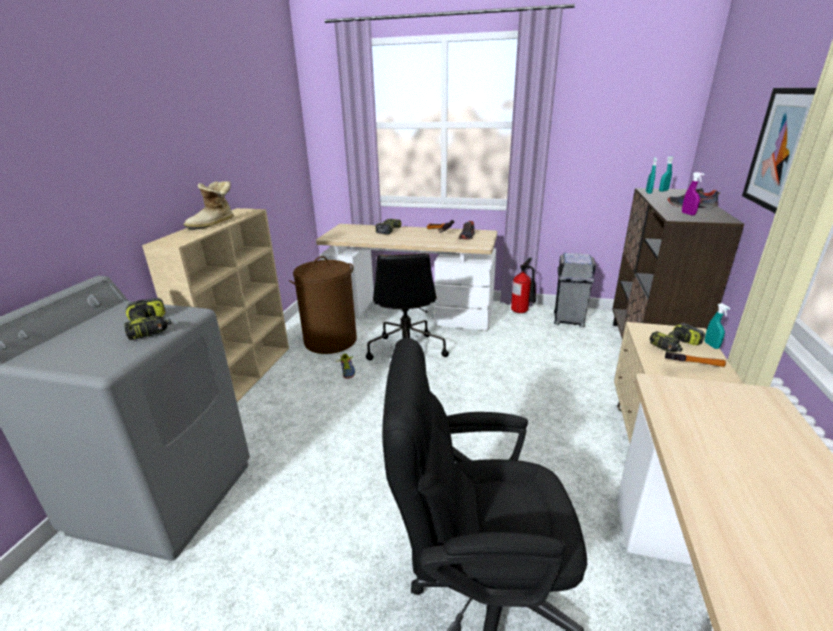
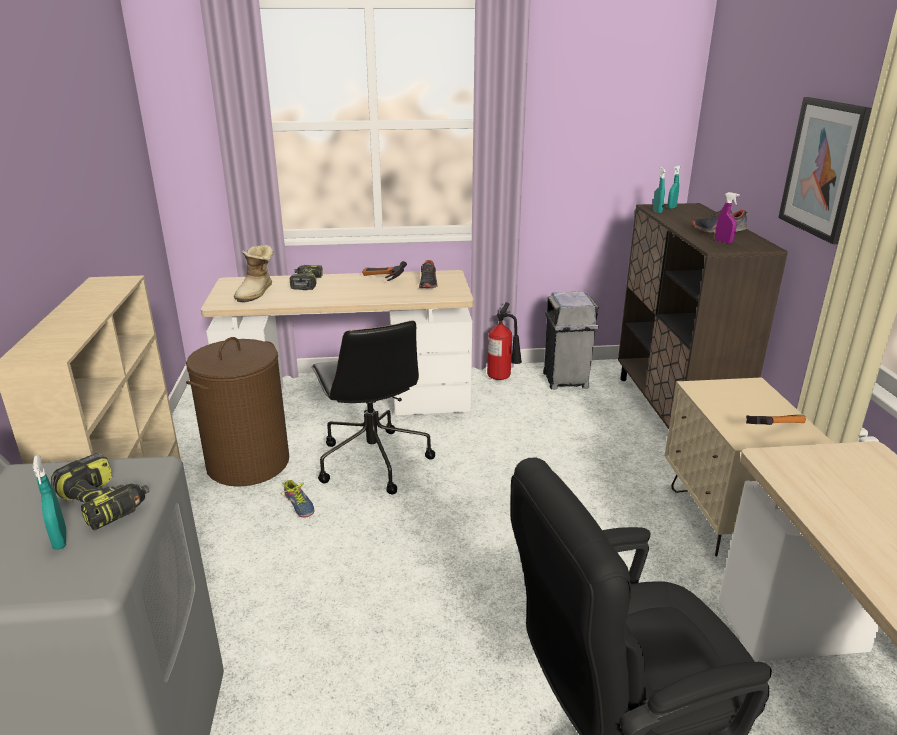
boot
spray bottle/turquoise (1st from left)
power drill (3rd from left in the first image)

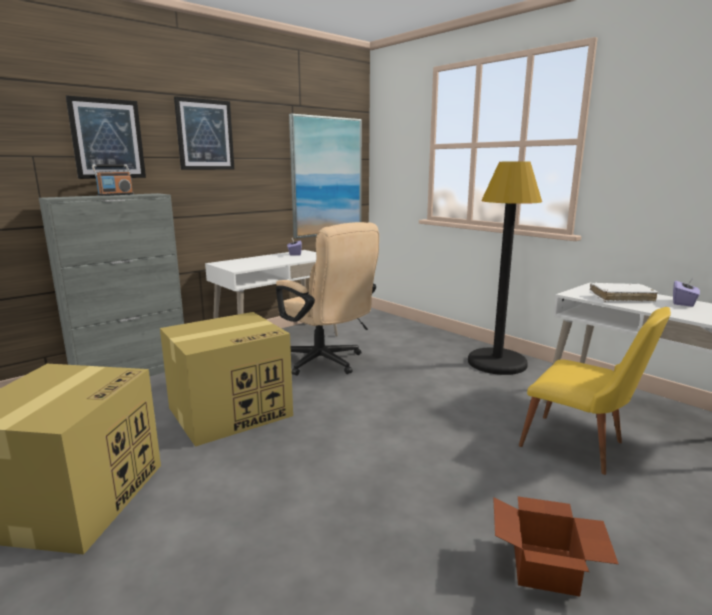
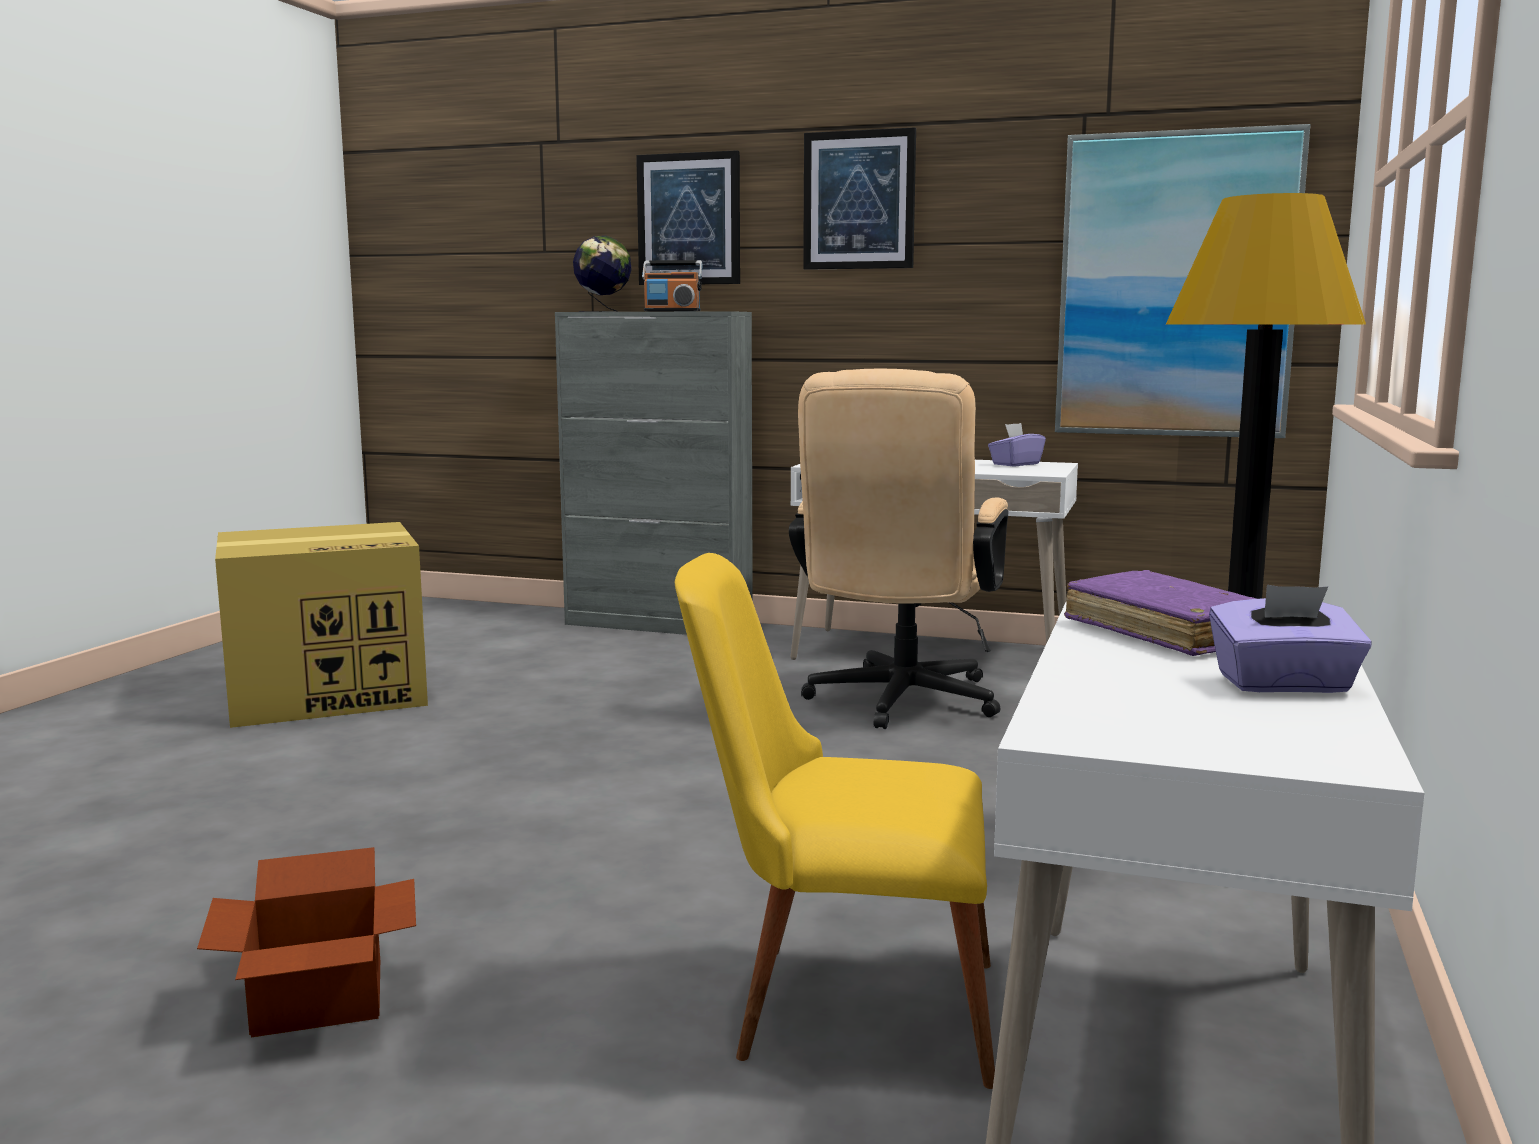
book/purple
chair/yellow
cardboard box (2nd from left in the first image)
globe

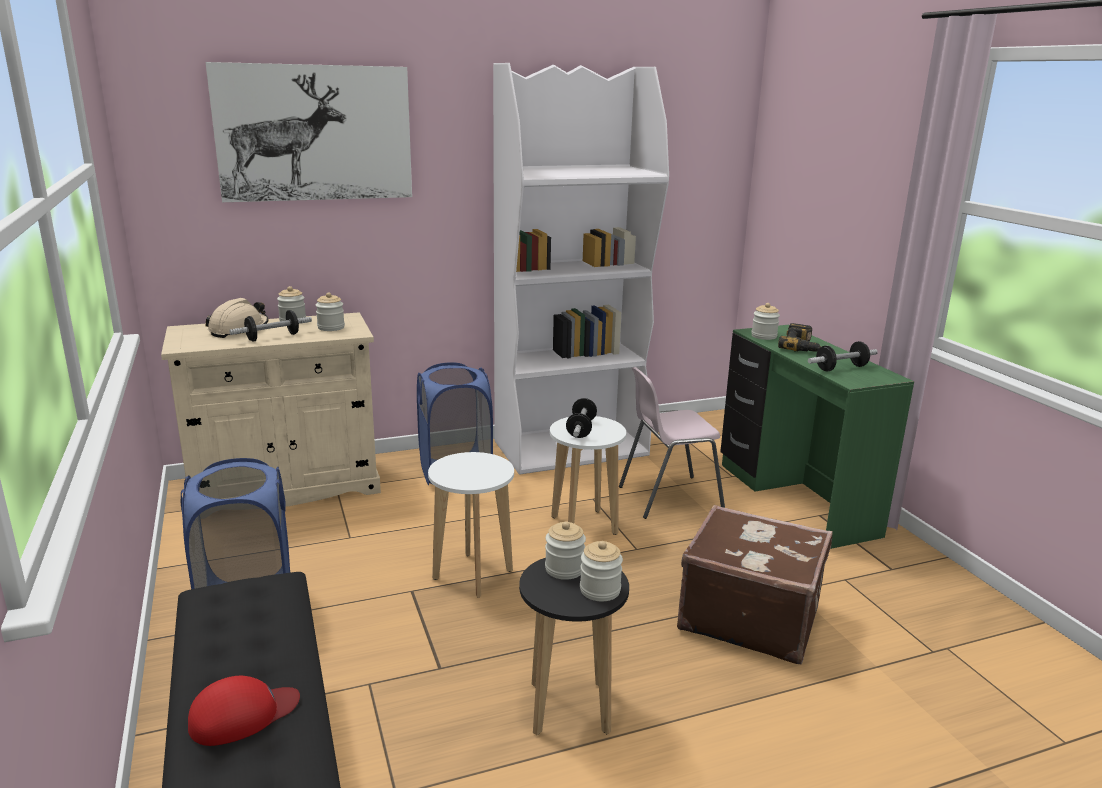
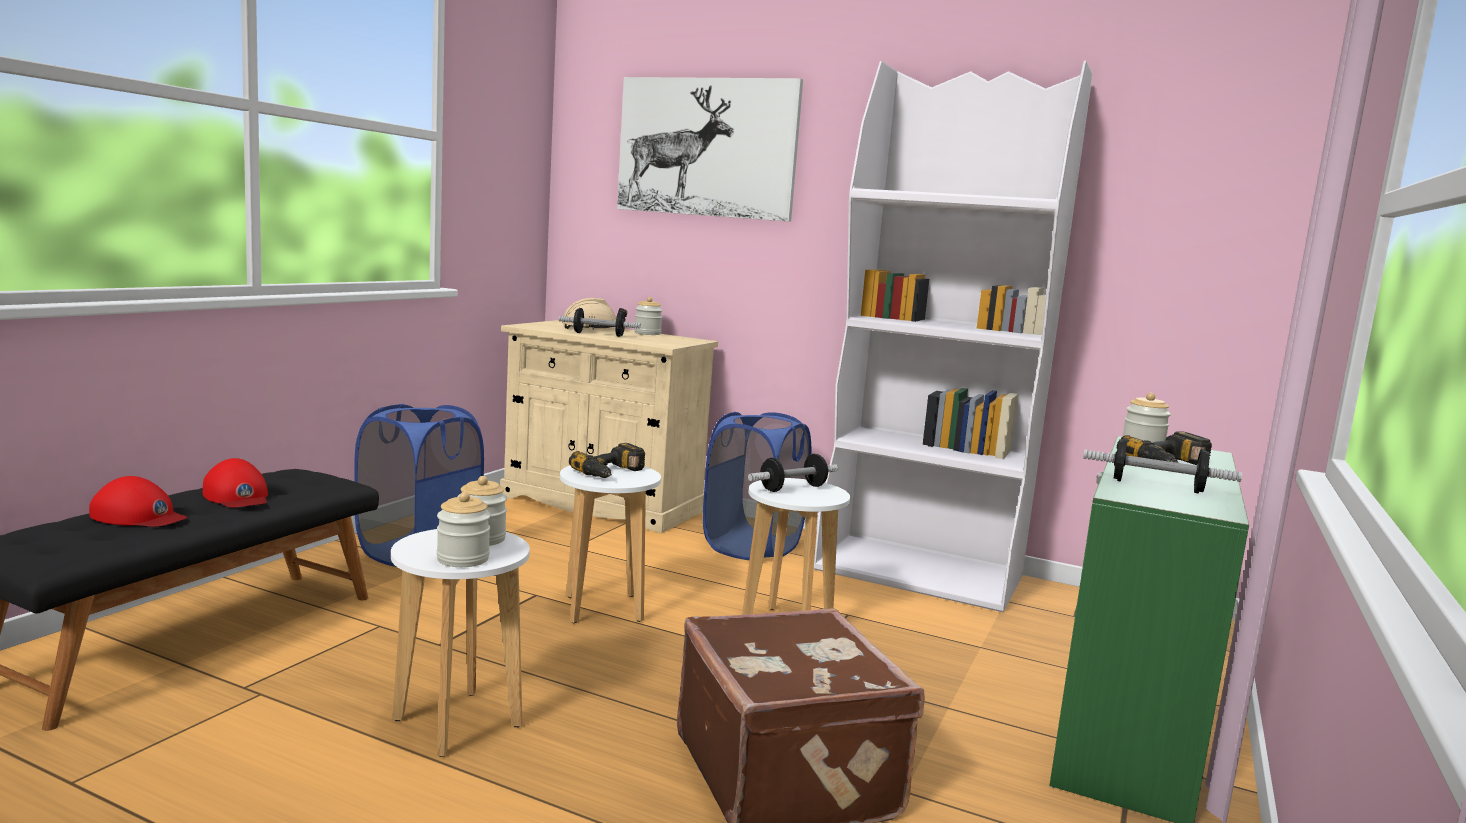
jar (2nd from left in the first image)
chair/pink
stool/white (1st from left)
power drill (1st from left)
cap/red (2nd from left)

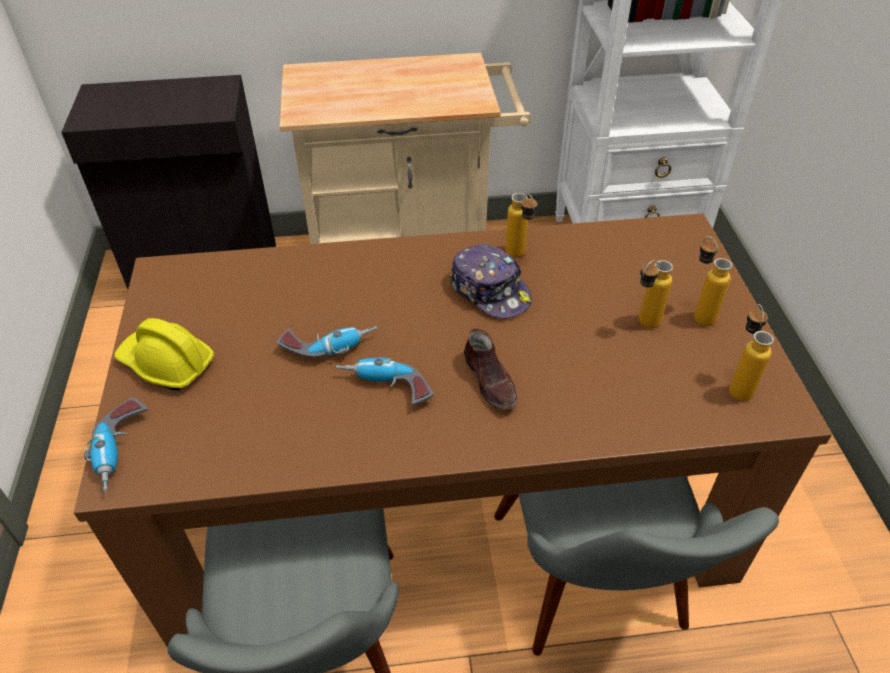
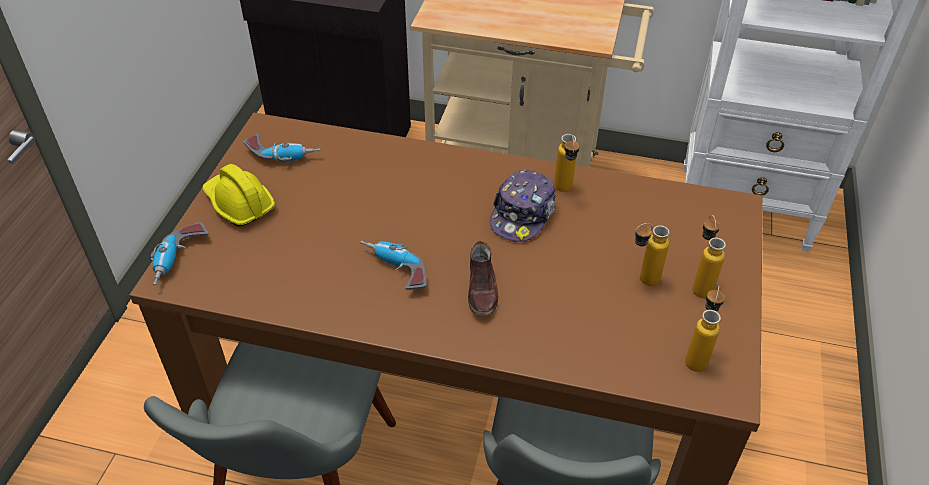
cap
power drill (2nd from left)

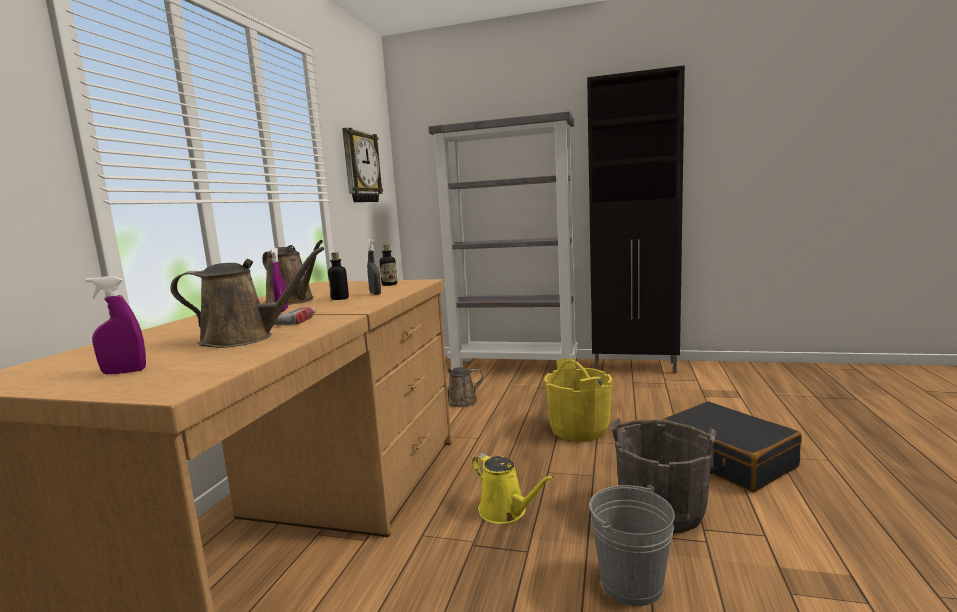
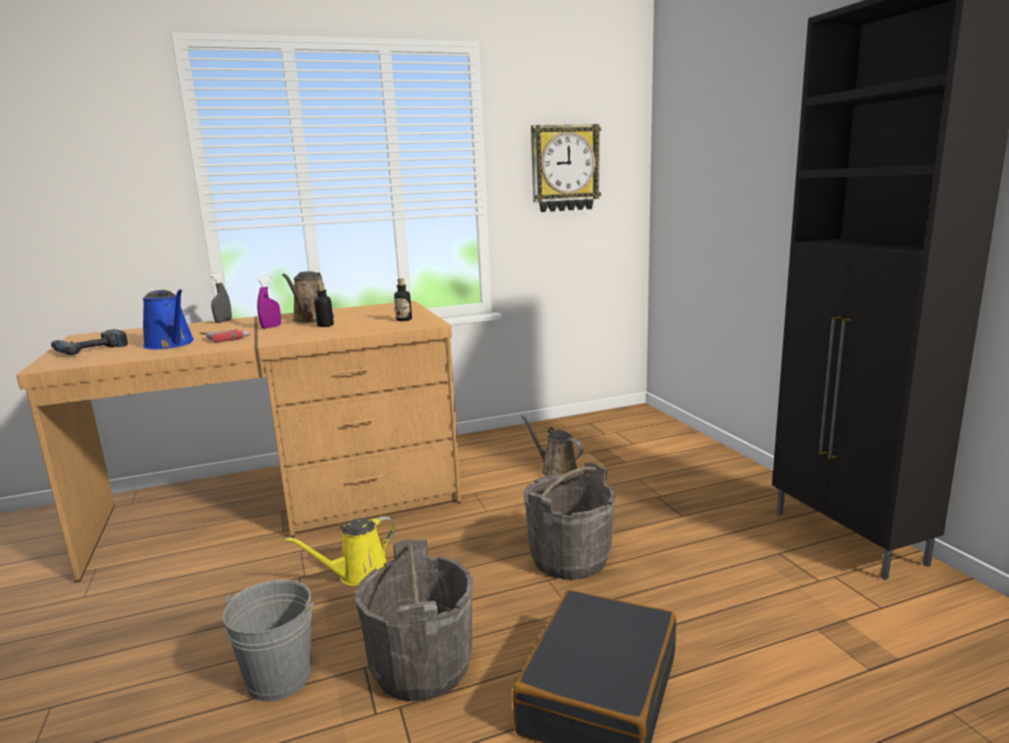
bookcase/grey
spray bottle/grey
watering can/blue
power drill (1st from left)
bucket/grey (3rd from left)
watering can/yellow

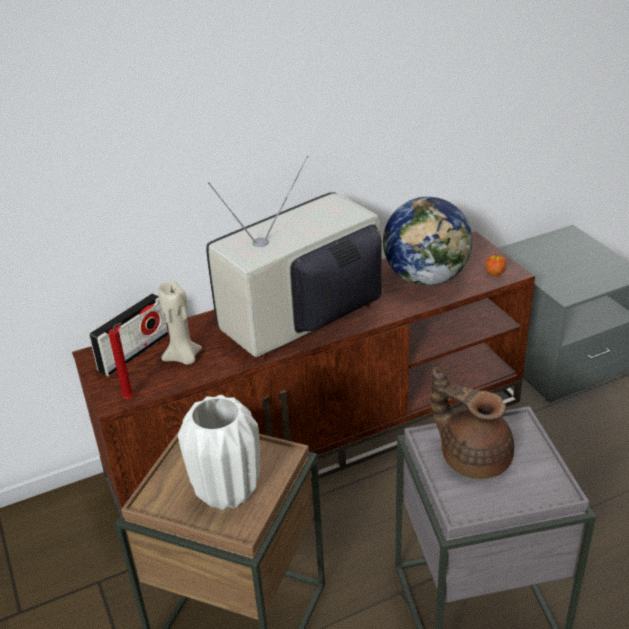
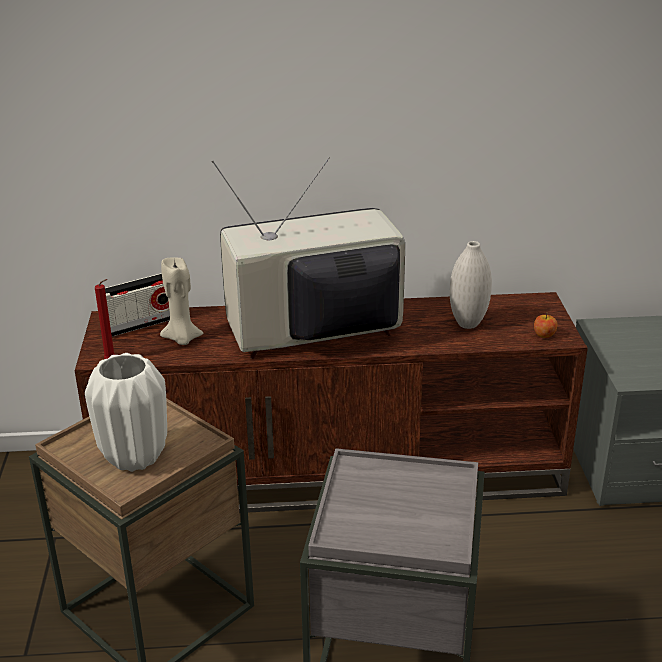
vase/white (2nd from left)
teapot/brown

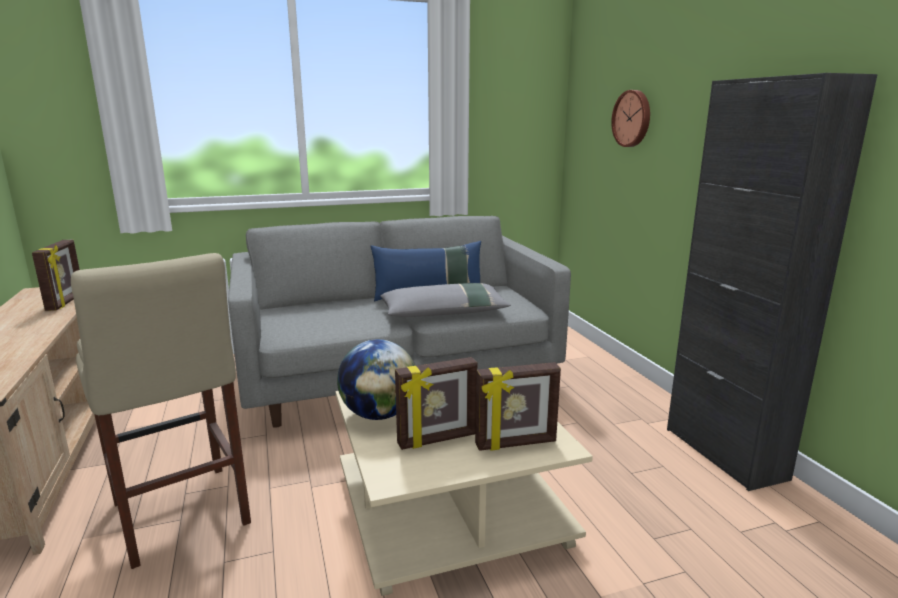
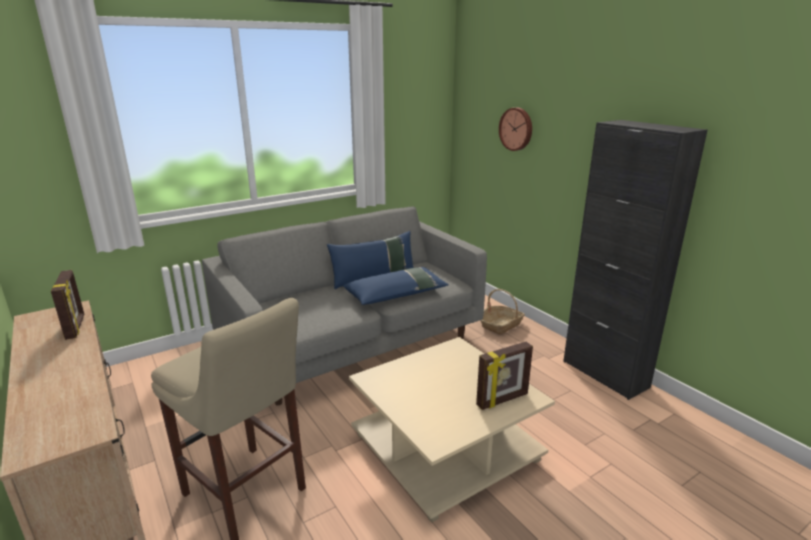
pillow/blue (2nd from left)
globe
picture frame (2nd from left in the first image)
basket

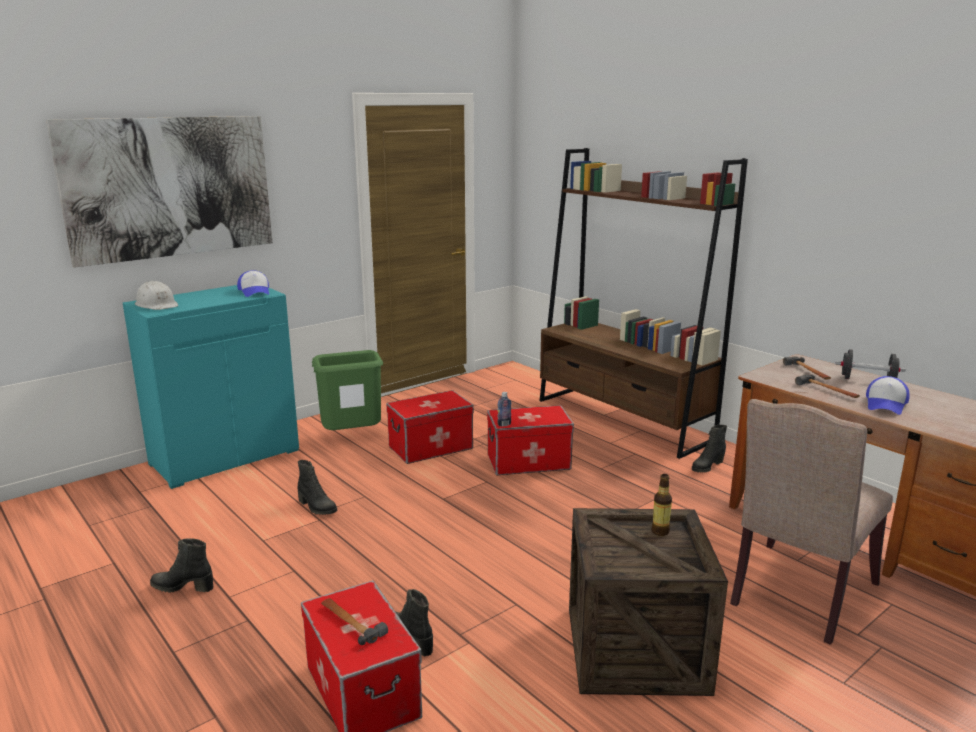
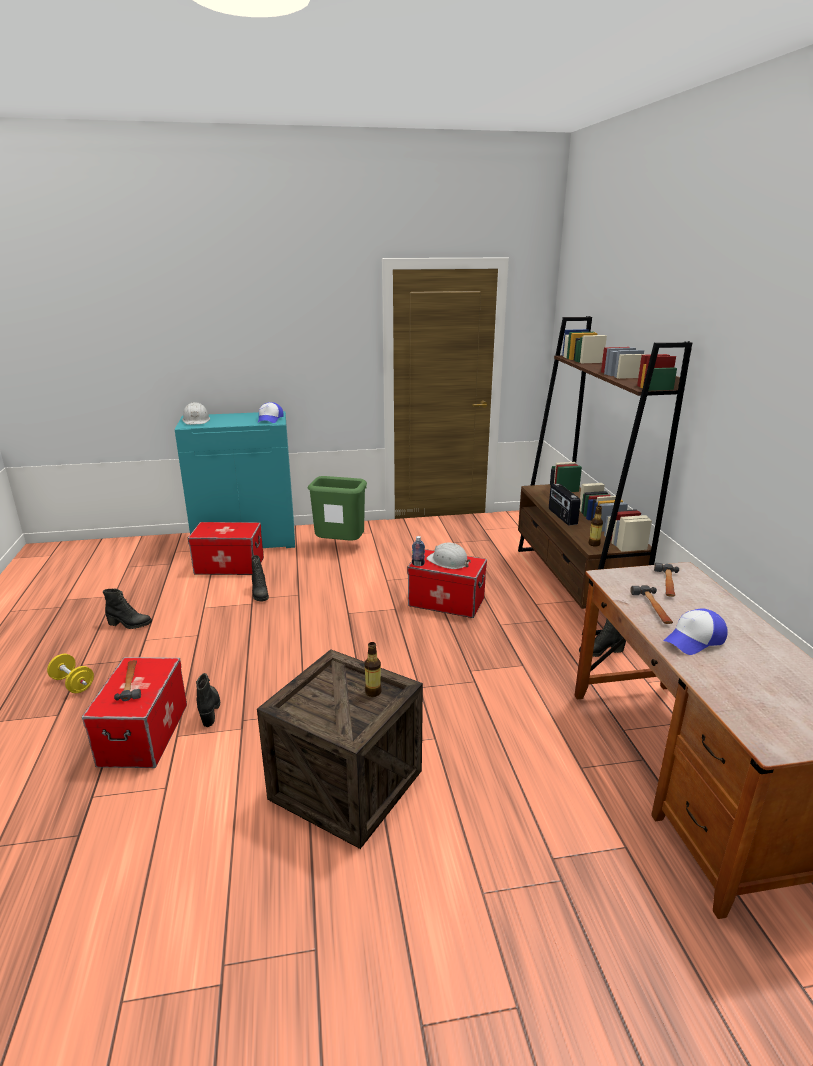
picture
dumbbell/black
storage box (2nd from left)
chair/beige
boot/black (1st from left)
radio
bottle (3rd from left)
hard hat/white (2nd from left)
dumbbell/yellow

